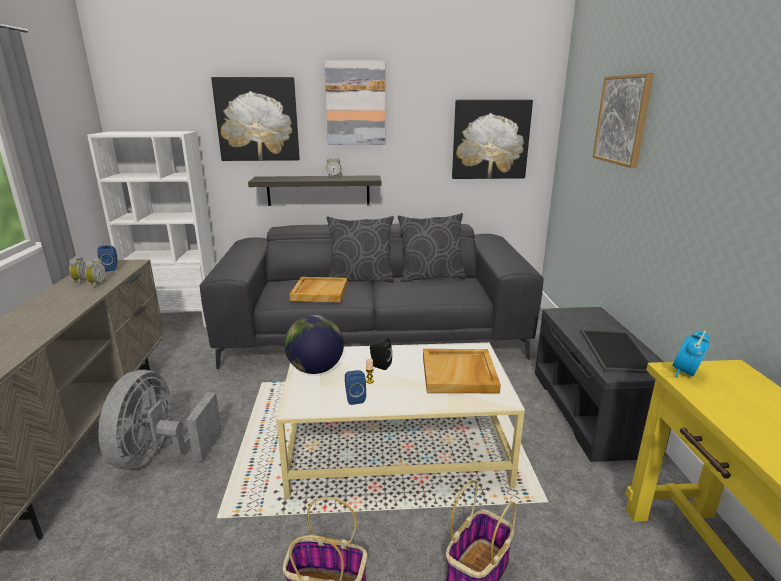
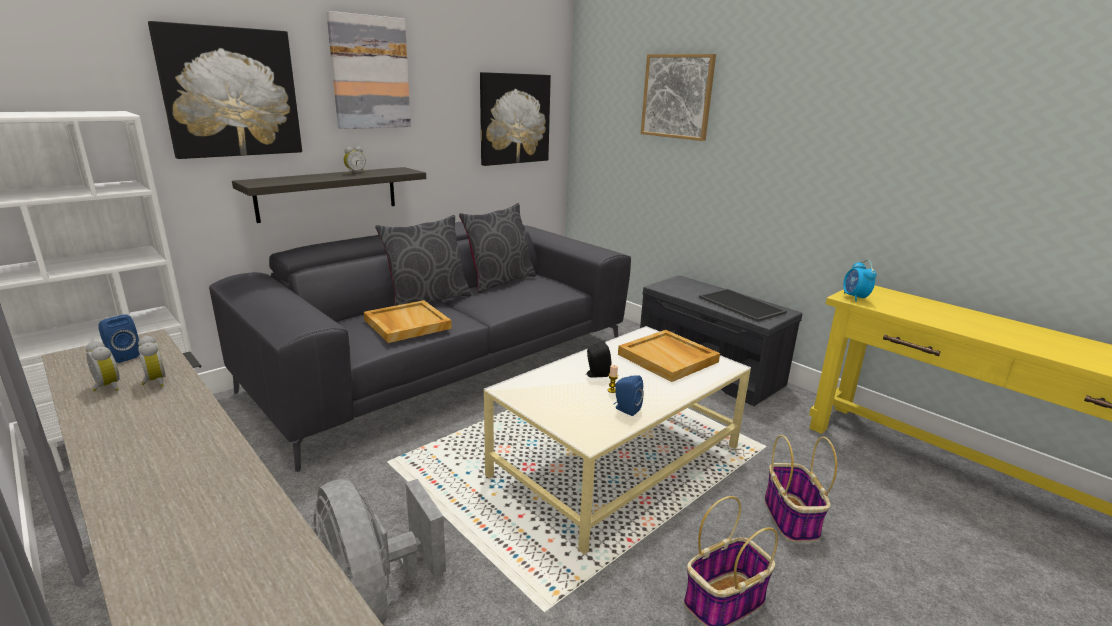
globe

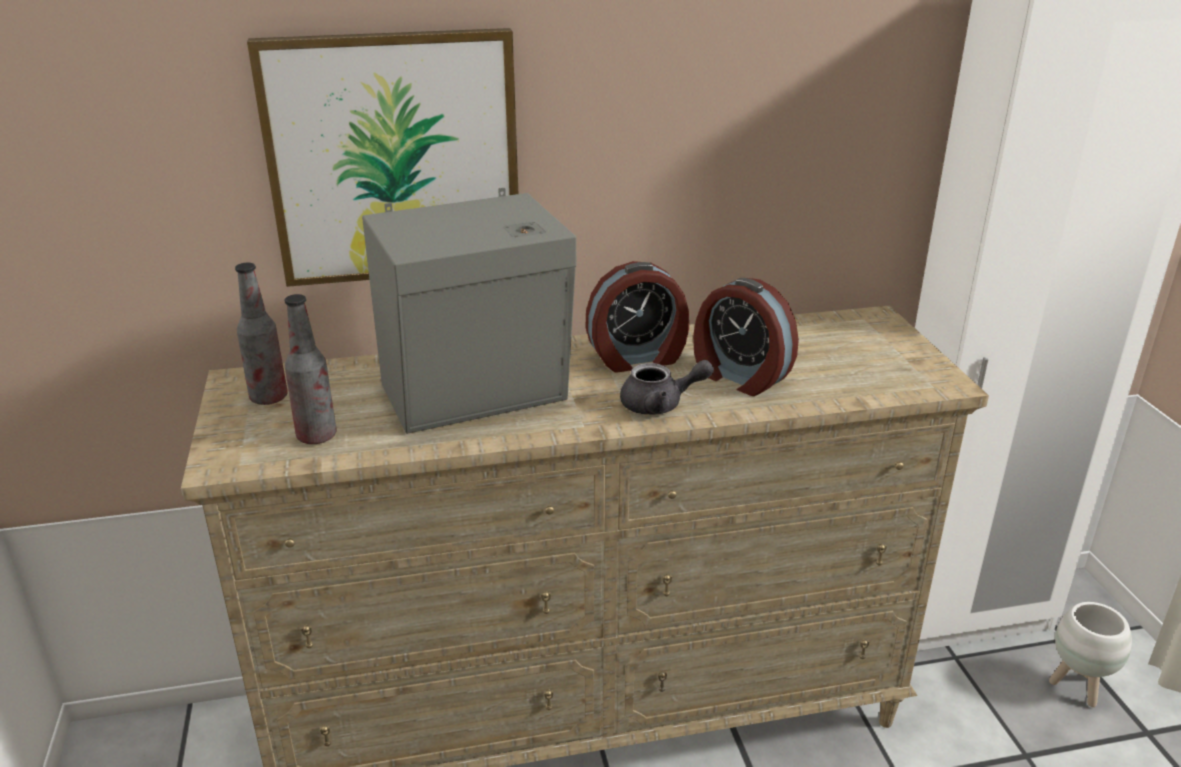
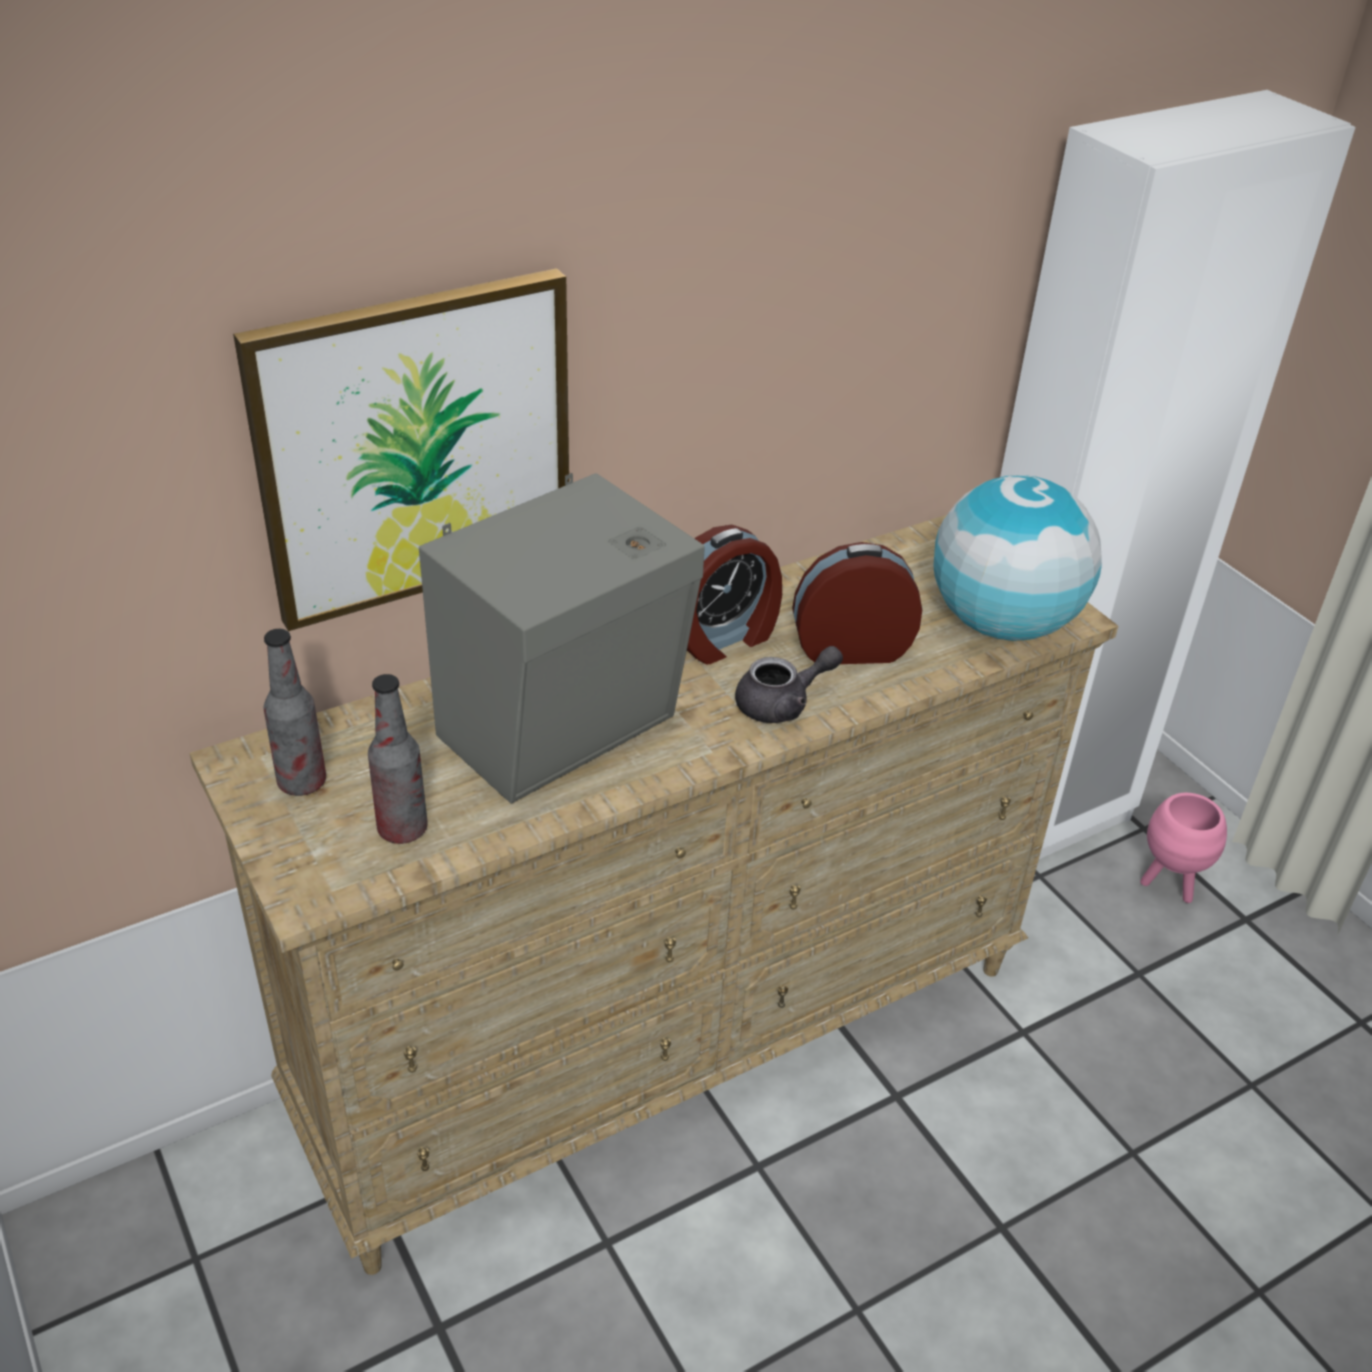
alarm clock (2nd from left)
planter/pink
globe

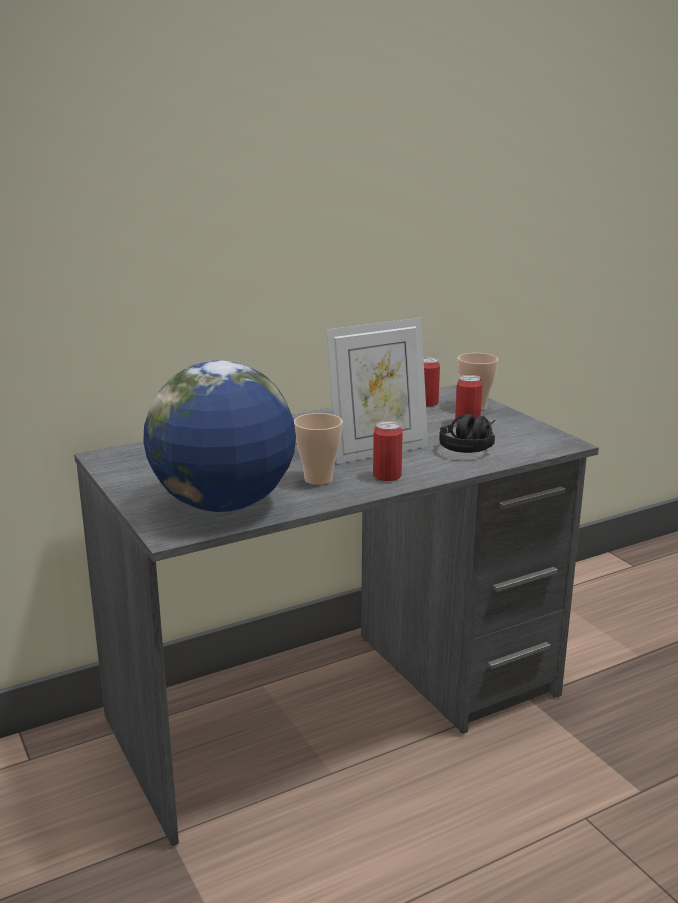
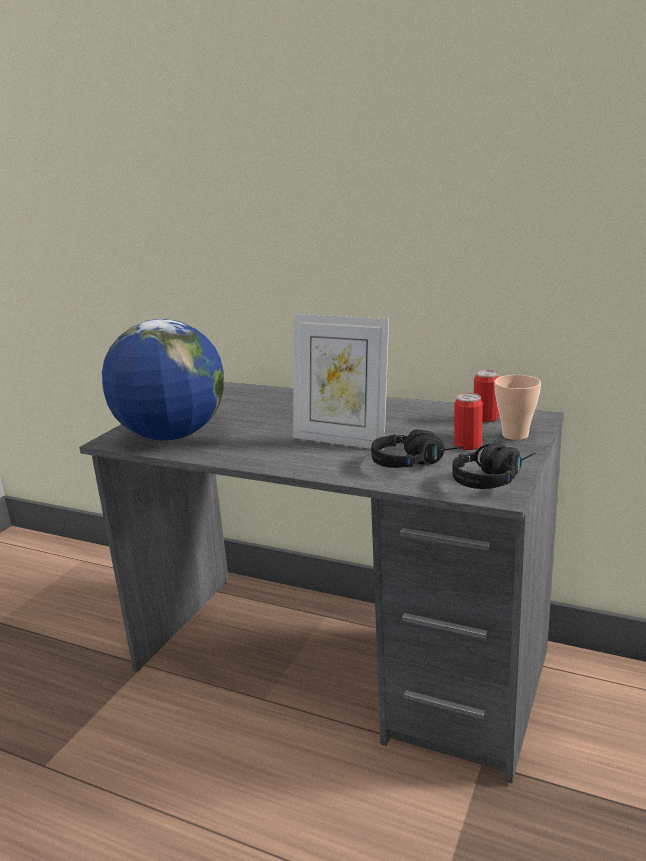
cup (1st from left in the first image)
can (1st from left in the first image)
headphones/black (2nd from left)

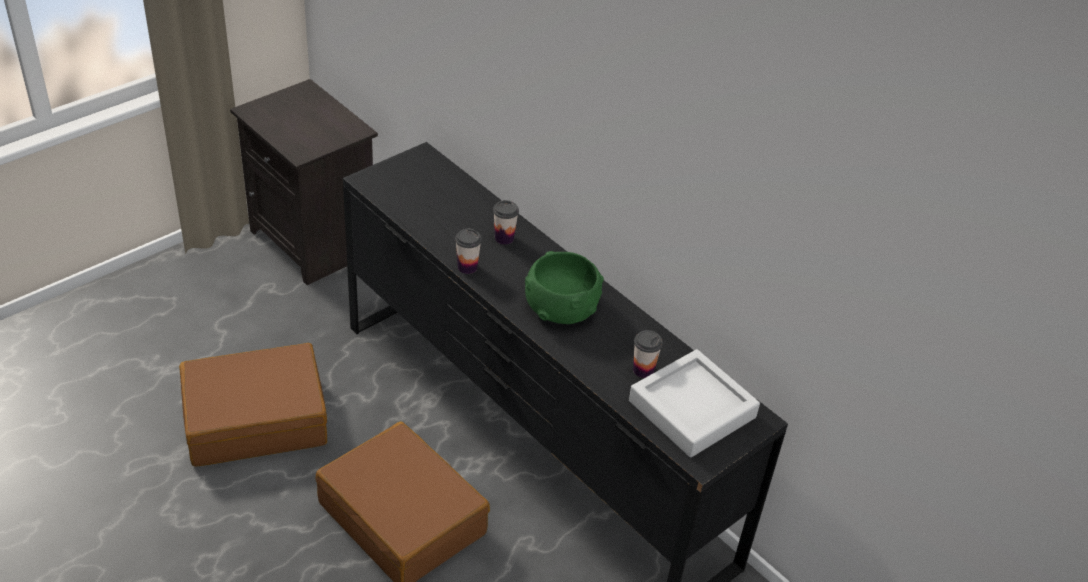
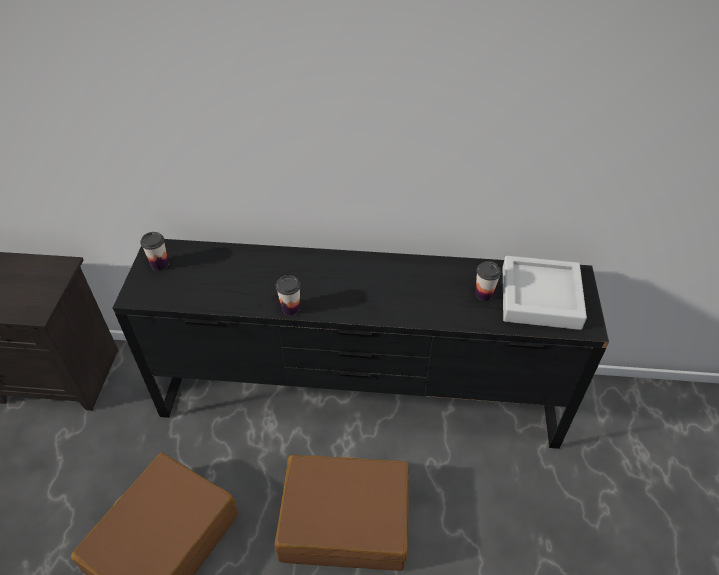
cup (1st from left)
bowl/green

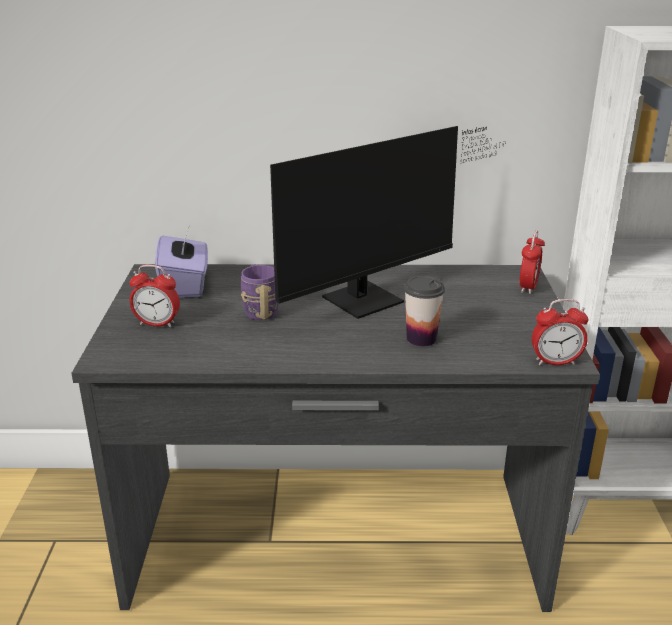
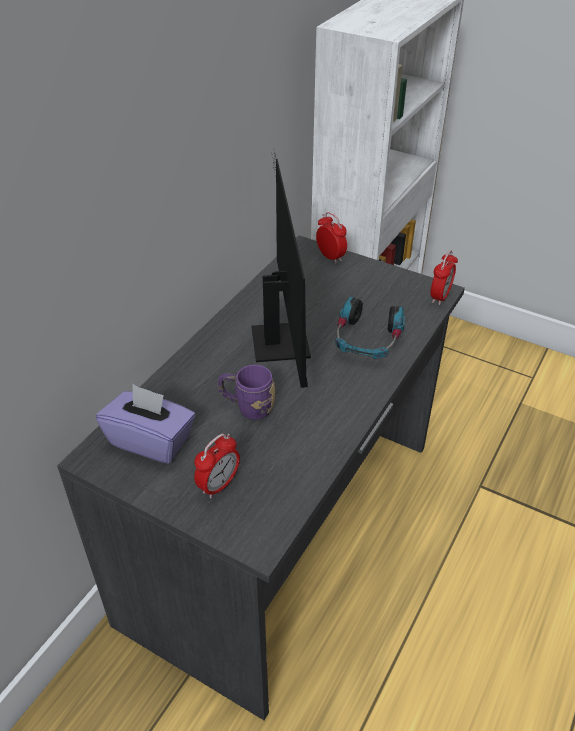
headphones

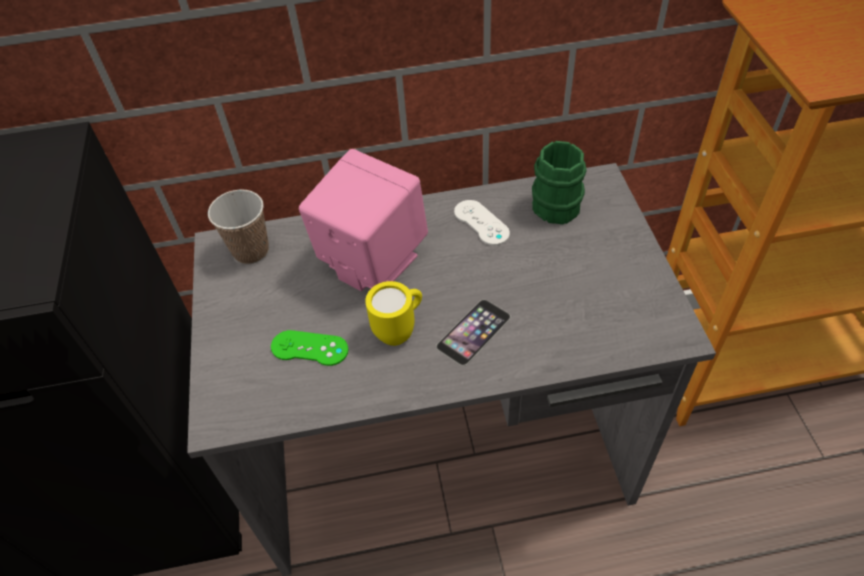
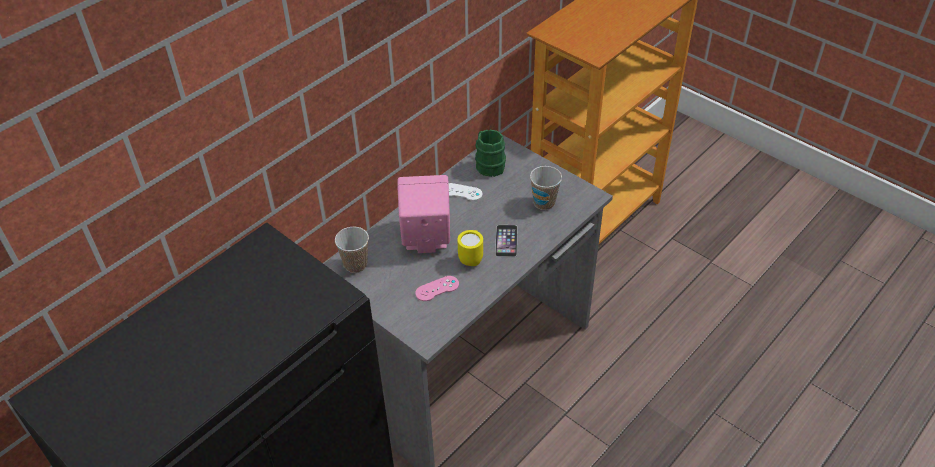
game controller/pink
cup (2nd from left)

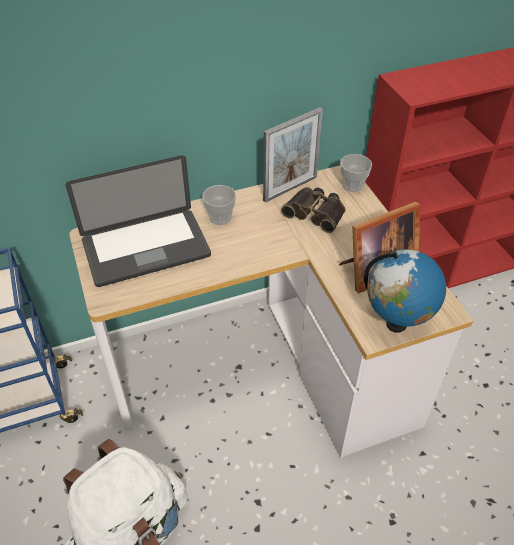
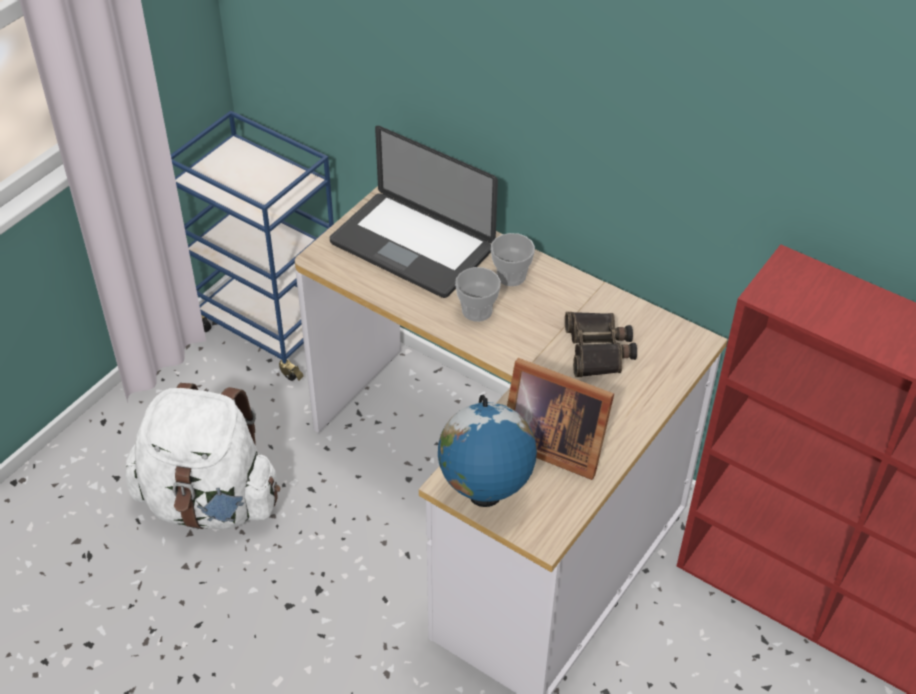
picture frame (1st from left in the first image)
cup (1st from left)

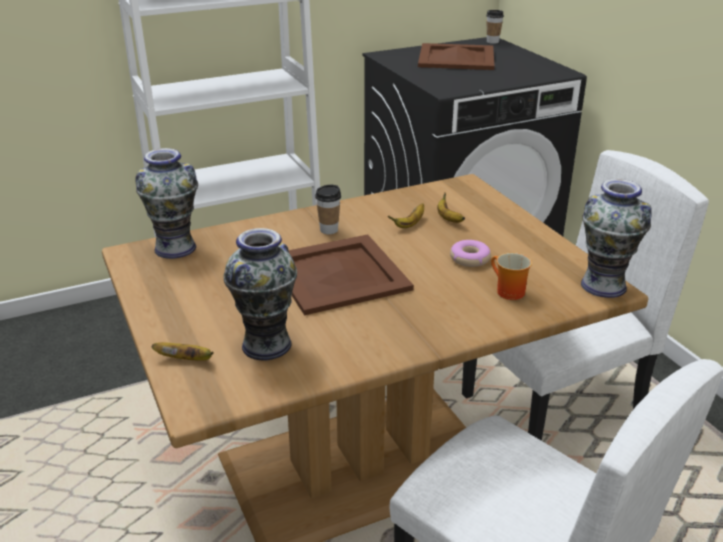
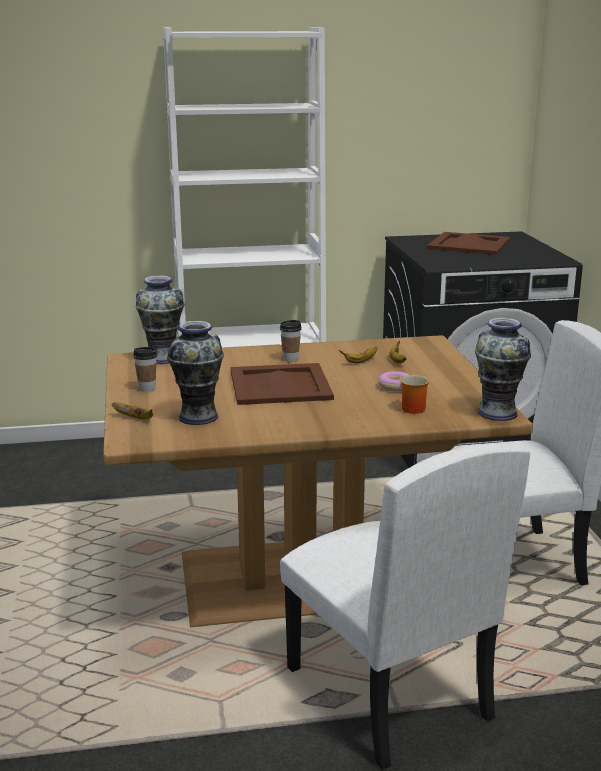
cup (1st from left)

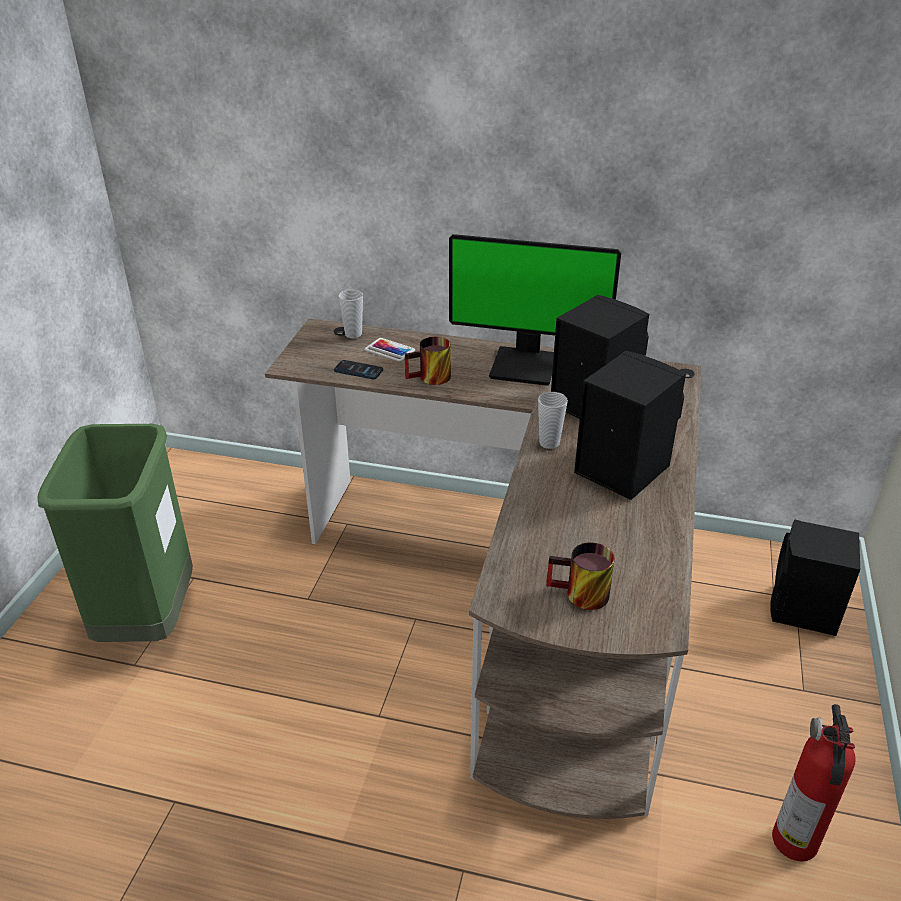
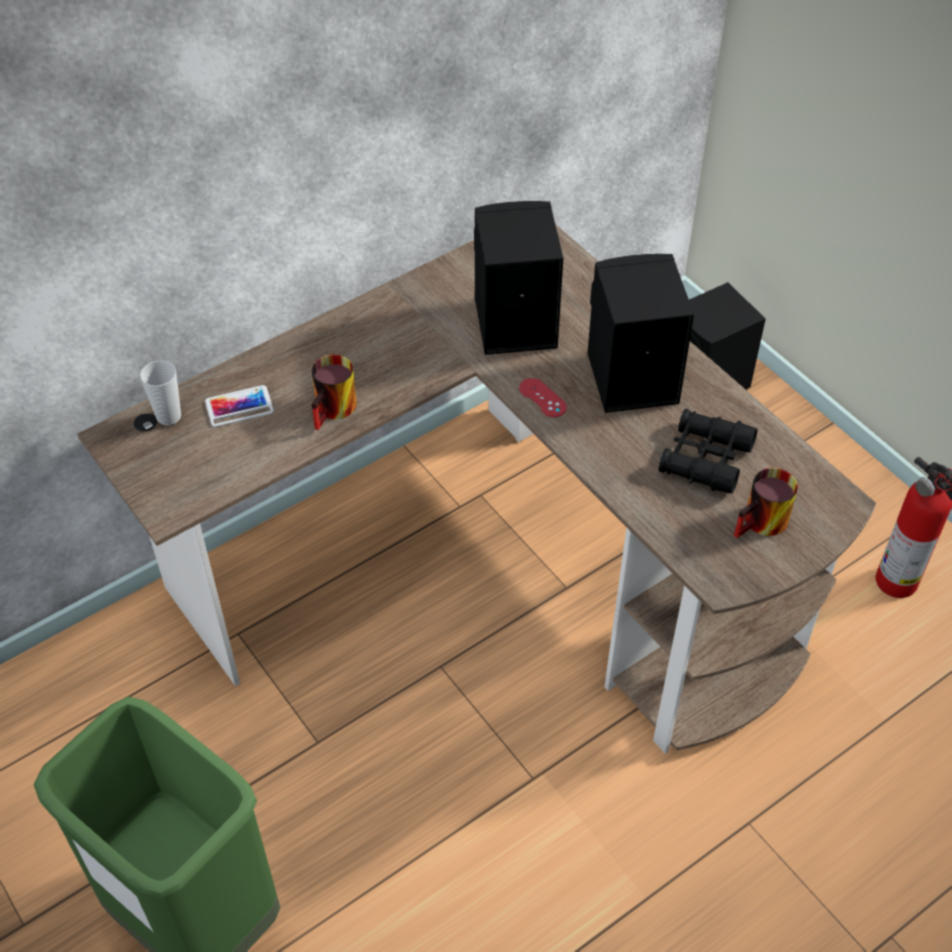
monitor
phone (1st from left in the first image)
game controller/red
binoculars/black

